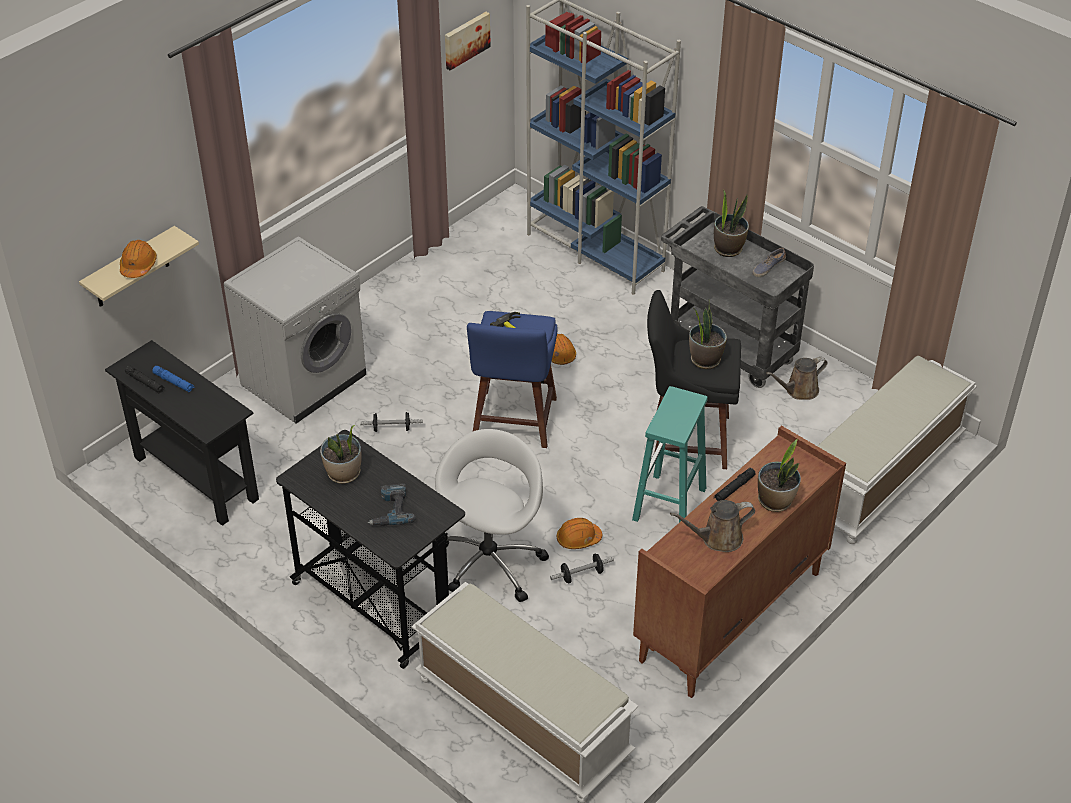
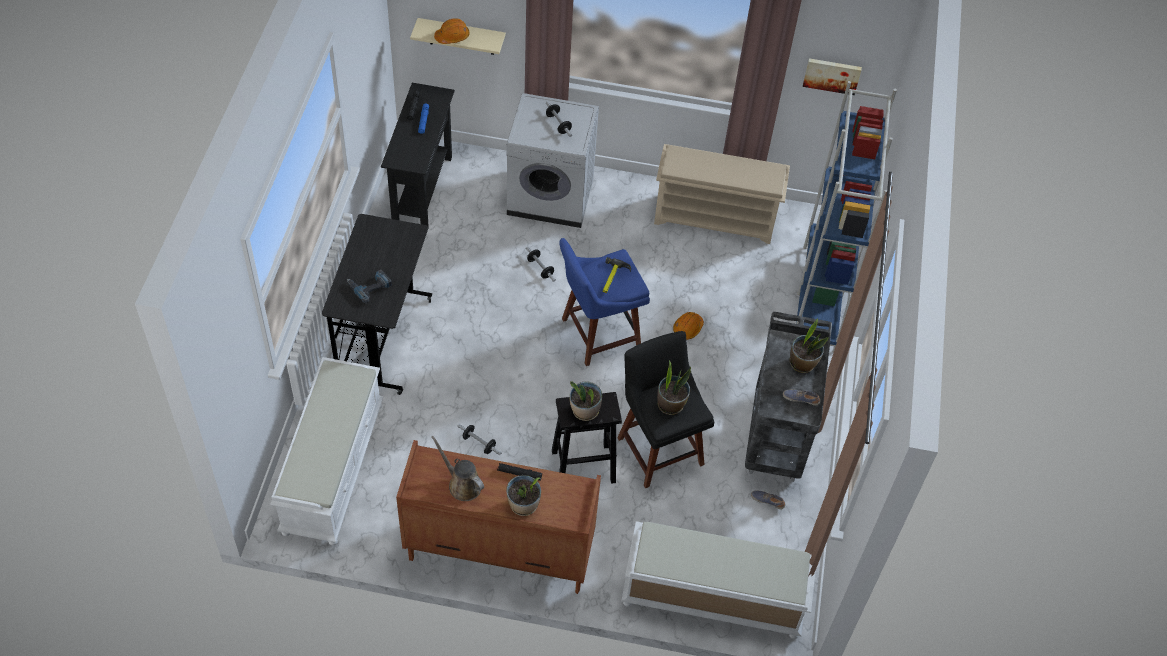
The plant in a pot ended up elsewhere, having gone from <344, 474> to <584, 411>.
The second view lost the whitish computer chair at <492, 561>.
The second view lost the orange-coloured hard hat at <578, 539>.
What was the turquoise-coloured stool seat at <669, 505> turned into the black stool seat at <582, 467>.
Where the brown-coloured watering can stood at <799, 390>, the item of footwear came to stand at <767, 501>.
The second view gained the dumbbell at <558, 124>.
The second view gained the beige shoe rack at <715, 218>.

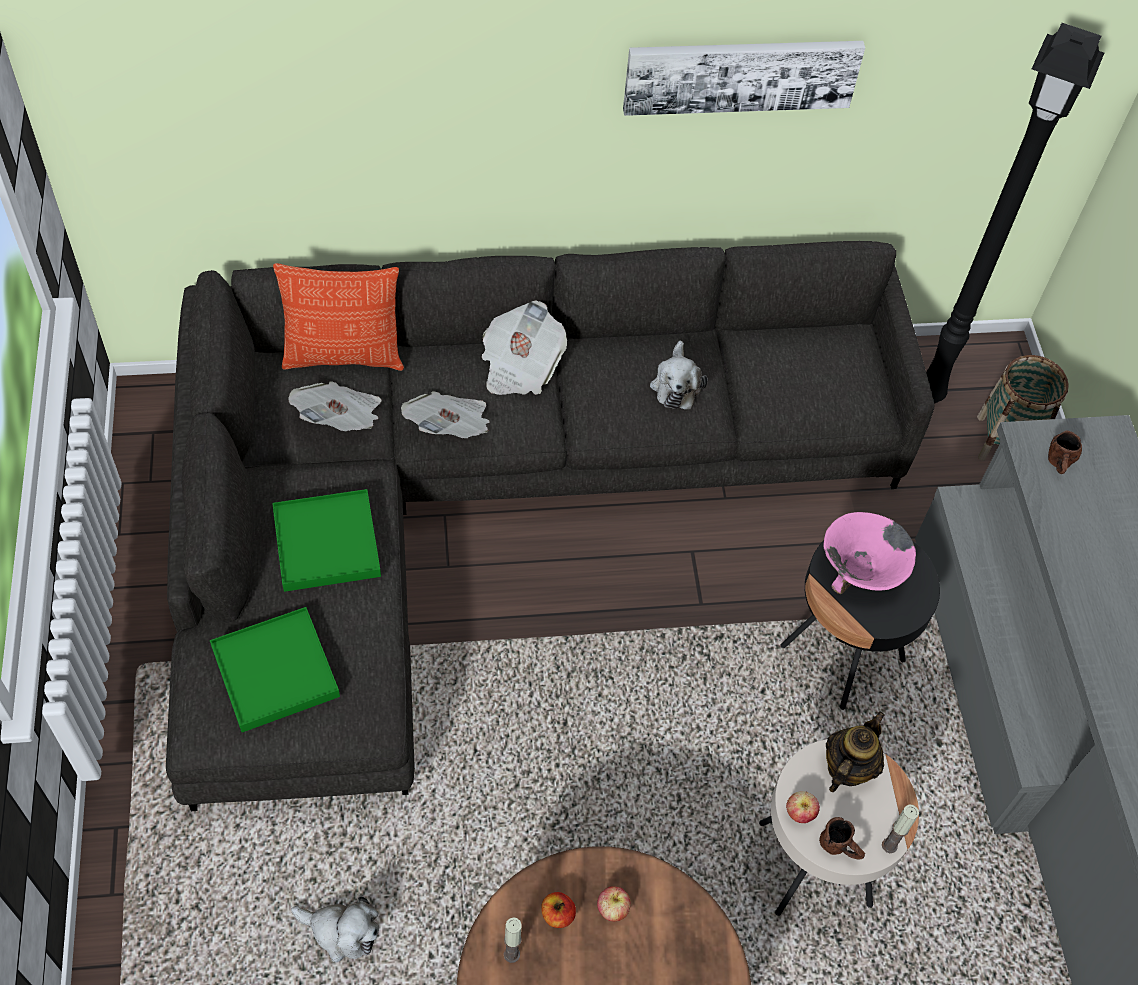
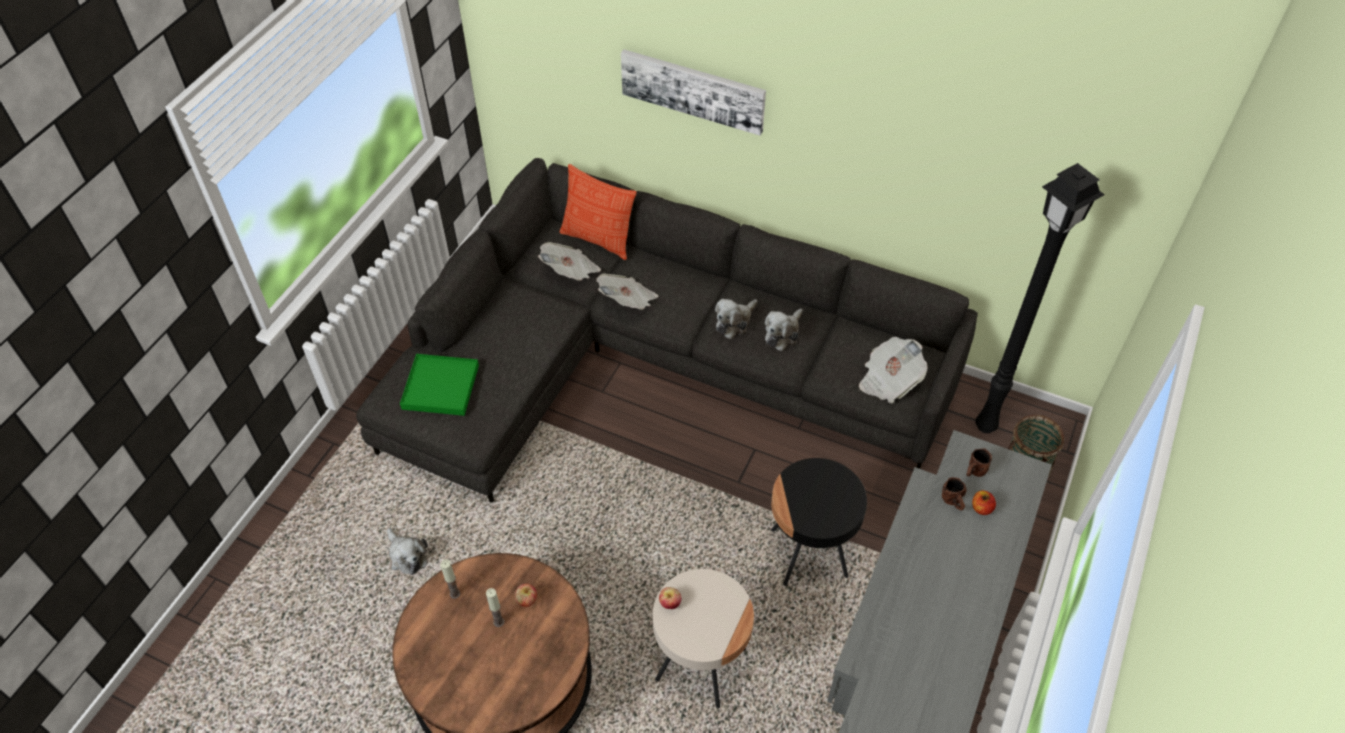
The second view lost the green-coloured serving tray at <327, 543>.
The newspaper ended up elsewhere, having gone from <519, 365> to <889, 380>.
The apple fruit ended up elsewhere, having gone from <557, 915> to <981, 508>.
The picture ended up elsewhere, having gone from <741, 74> to <693, 90>.
The brown-coloured mug ended up elsewhere, having gone from <840, 848> to <953, 503>.
The second view lost the pinkish bowl at <861, 570>.
The second view lost the teapot at <847, 768>.
The wax light ended up elsewhere, having gone from <889, 845> to <498, 622>.
The second view gained the cuddly toy at <734, 322>.

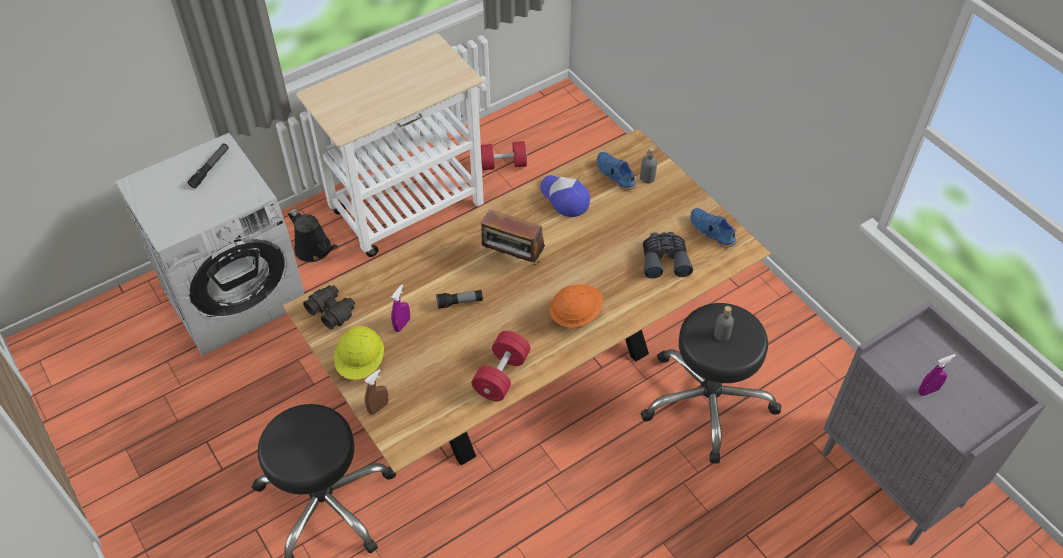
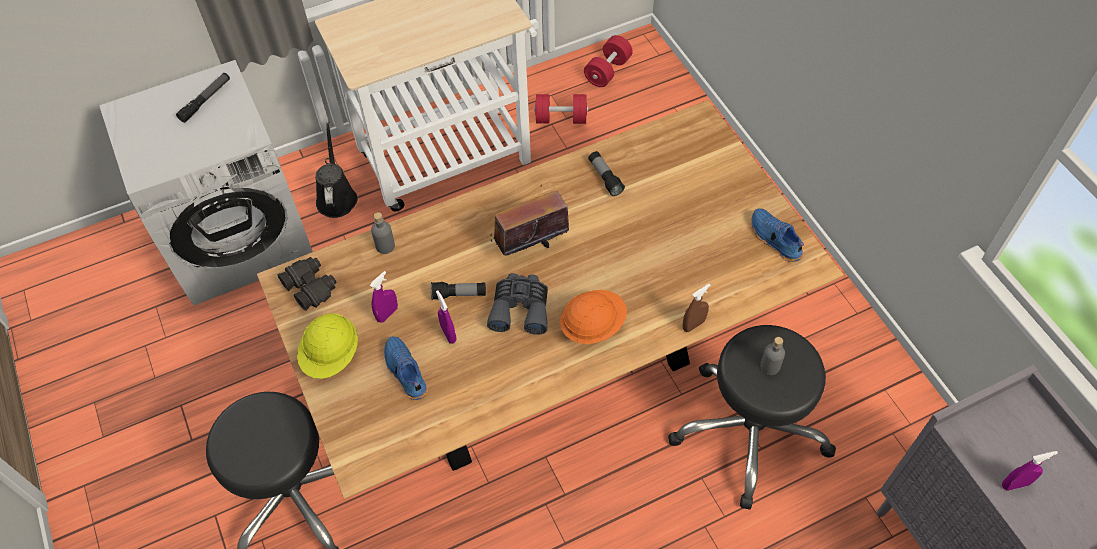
The black watering can at <315, 250> ended up facing another way, 150 degrees counterclockwise from before.
The brown-coloured spray bottle ended up elsewhere, having gone from <378, 407> to <693, 325>.
The reddish dumbbell ended up elsewhere, having gone from <501, 375> to <607, 71>.
The radio receiver at <512, 258> ended up facing another way, 120 degrees clockwise from before.
Where the peaked cap stood at <564, 198>, the hand torch came to stand at <605, 178>.
The bluish item of footwear ended up elsewhere, having gone from <614, 175> to <405, 372>.
The gray drink bottle ended up elsewhere, having gone from <647, 178> to <385, 246>.
The gray field glasses ended up elsewhere, having gone from <664, 259> to <520, 308>.
The second view gained the purple-coloured spray bottle at <448, 334>.

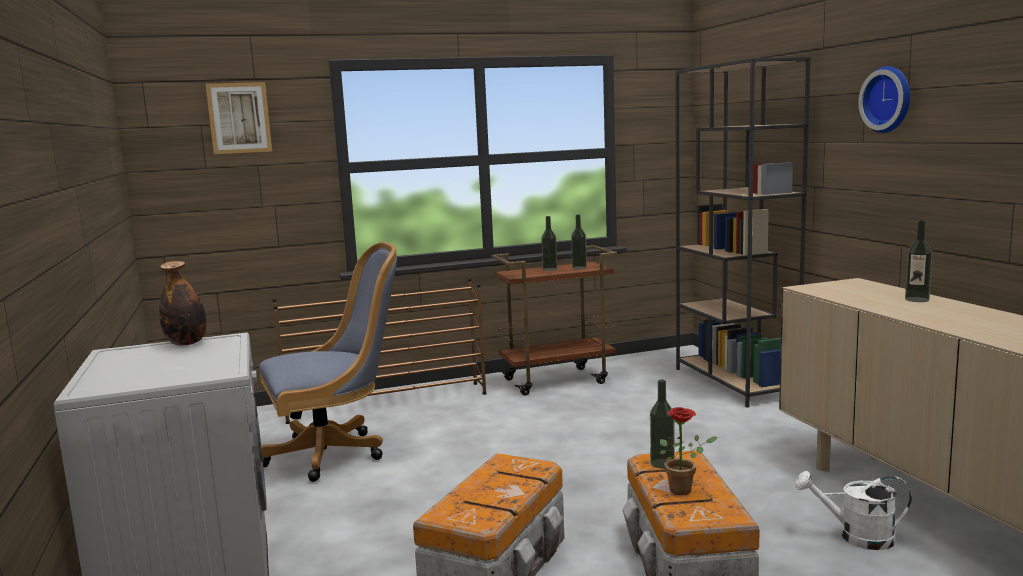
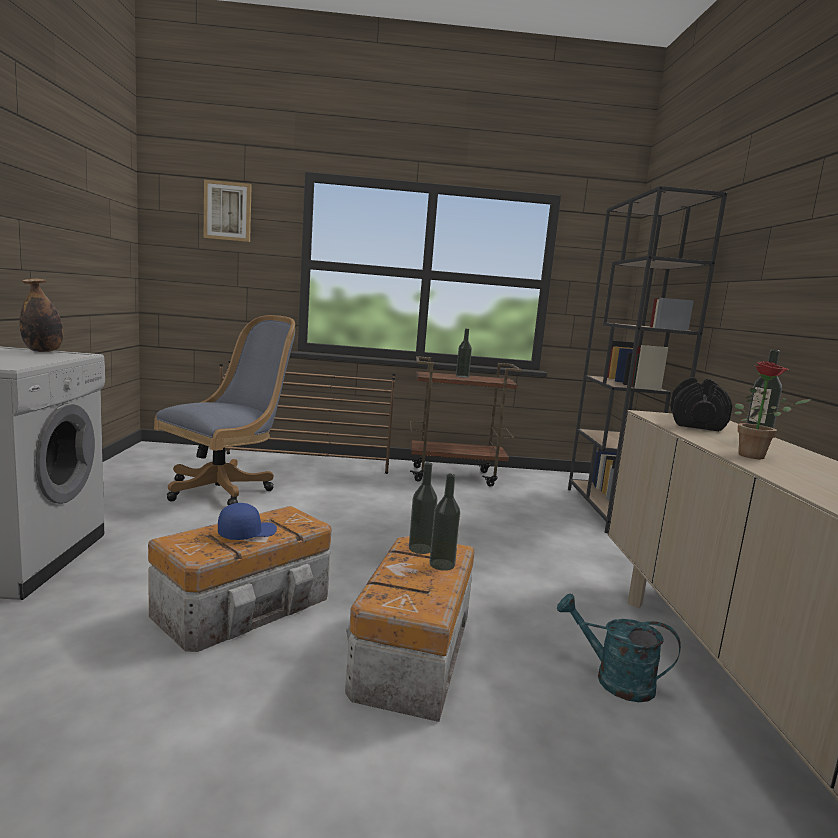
The bluish computer chair at <335, 453> ended up facing another way, 45 degrees counterclockwise from before.
The drink bottle ended up elsewhere, having gone from <579, 268> to <442, 564>.
The plant in a pot ended up elsewhere, having gone from <685, 489> to <757, 456>.
What was the whitish watering can at <856, 537> turned into the turquoise-coloured watering can at <613, 679>.
The second view lost the clock on the wall at <889, 99>.
The second view gained the bluish peaked cap at <247, 533>.
The second view gained the black dumbbell at <696, 423>.

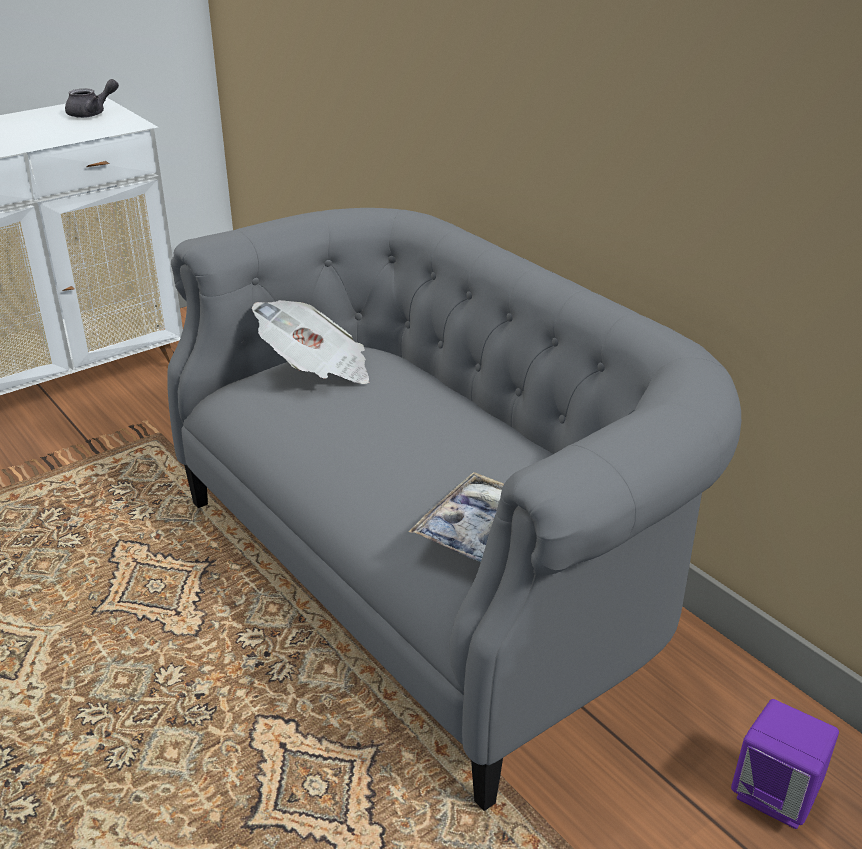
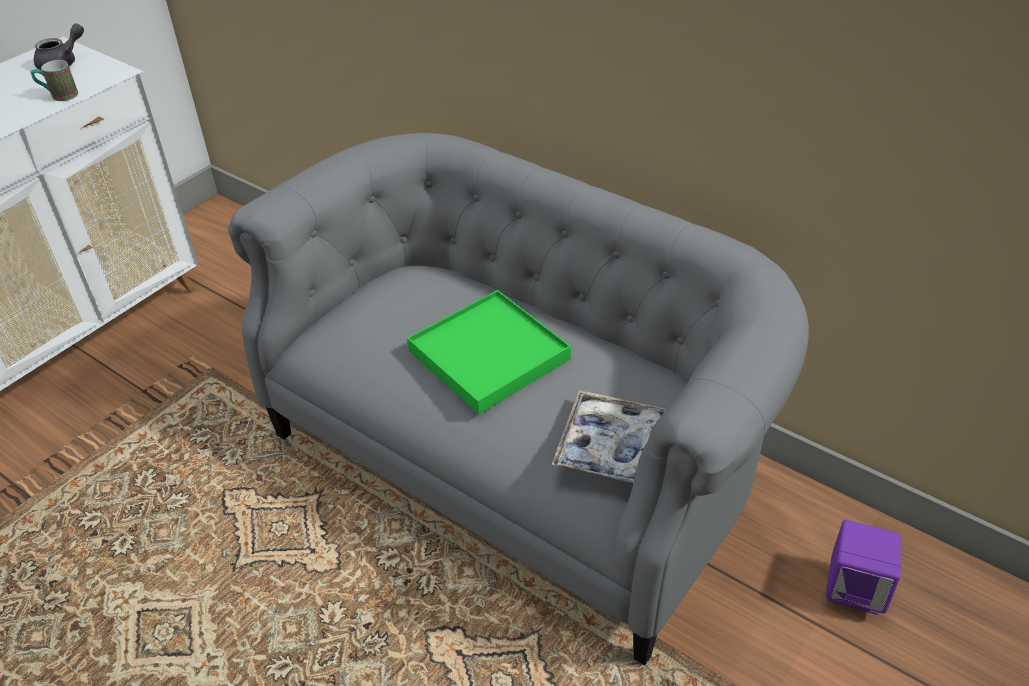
The second view lost the newspaper at <316, 369>.
The second view gained the mug at <59, 96>.
The second view gained the green-coloured serving tray at <489, 355>.

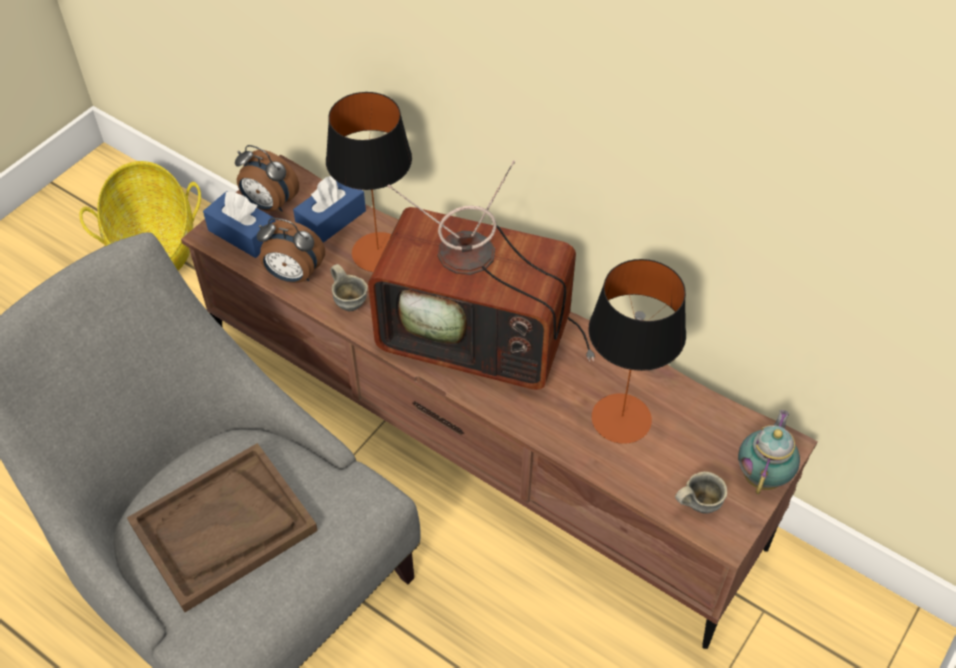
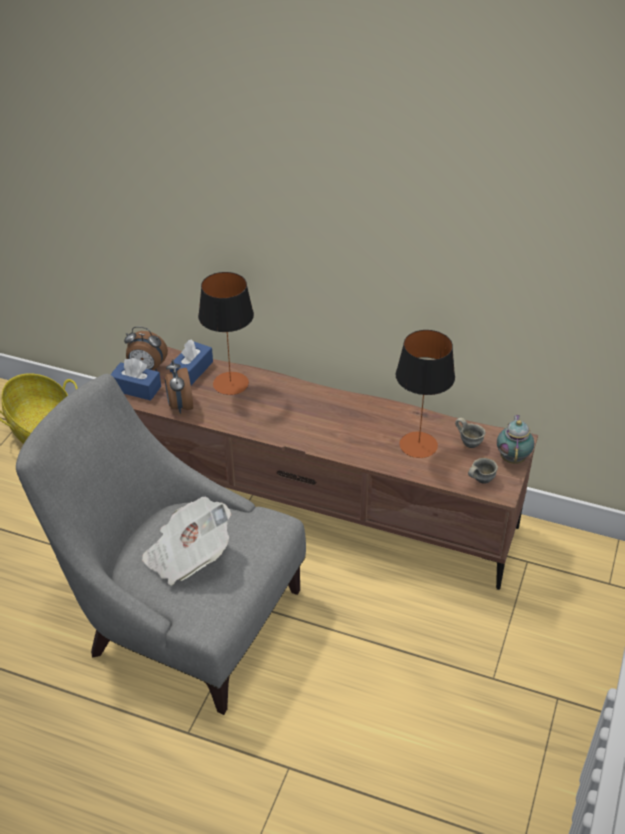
Where the brown-coloured serving tray stood at <223, 528>, the newspaper came to stand at <188, 556>.
The bedside clock at <293, 275> ended up facing another way, 75 degrees clockwise from before.
The gray mug ended up elsewhere, having gone from <350, 301> to <469, 442>.
The second view lost the TV set at <481, 337>.

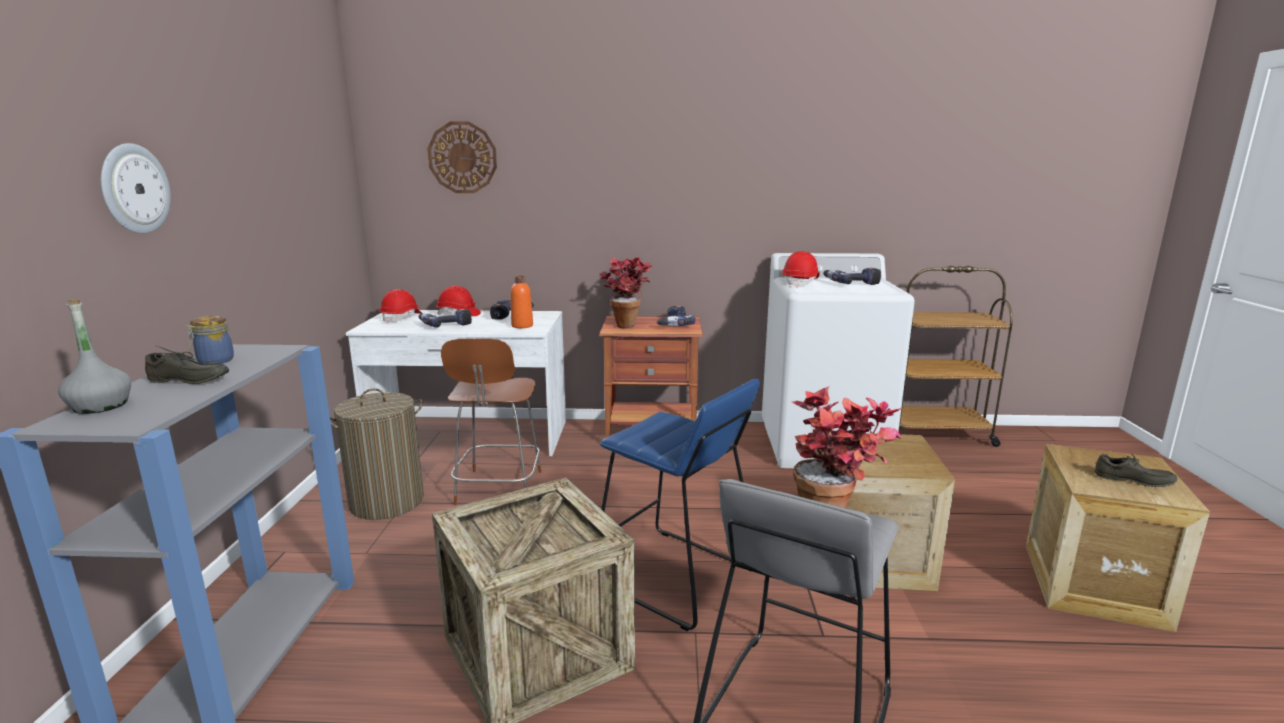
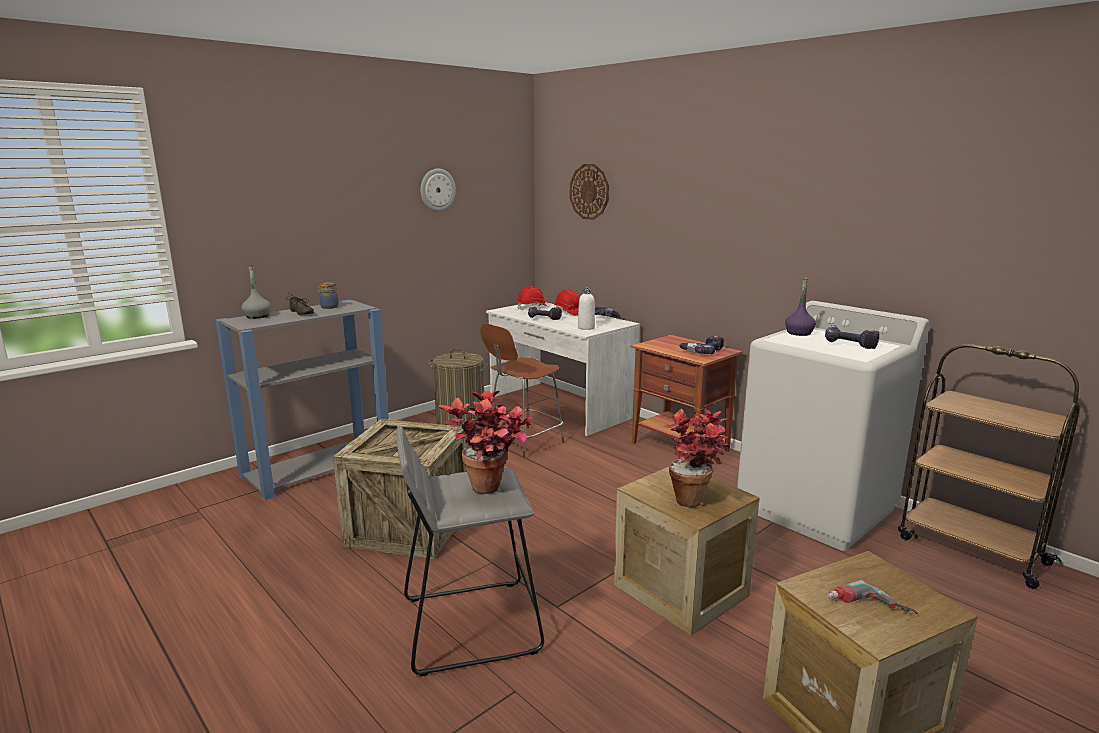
The clock on the wall ended up elsewhere, having gone from <134, 189> to <437, 190>.
What was the orange-coloured drink bottle at <522, 326> turned into the whitish drink bottle at <586, 328>.
The plant in a pot ended up elsewhere, having gone from <626, 324> to <695, 498>.
The second view lost the bluish stool seat at <674, 577>.
Where the reddish hard hat stood at <800, 283>, the purple-coloured drink bottle came to stand at <799, 333>.
Where the gray item of footwear stood at <1133, 481>, the electric drill came to stand at <869, 608>.

